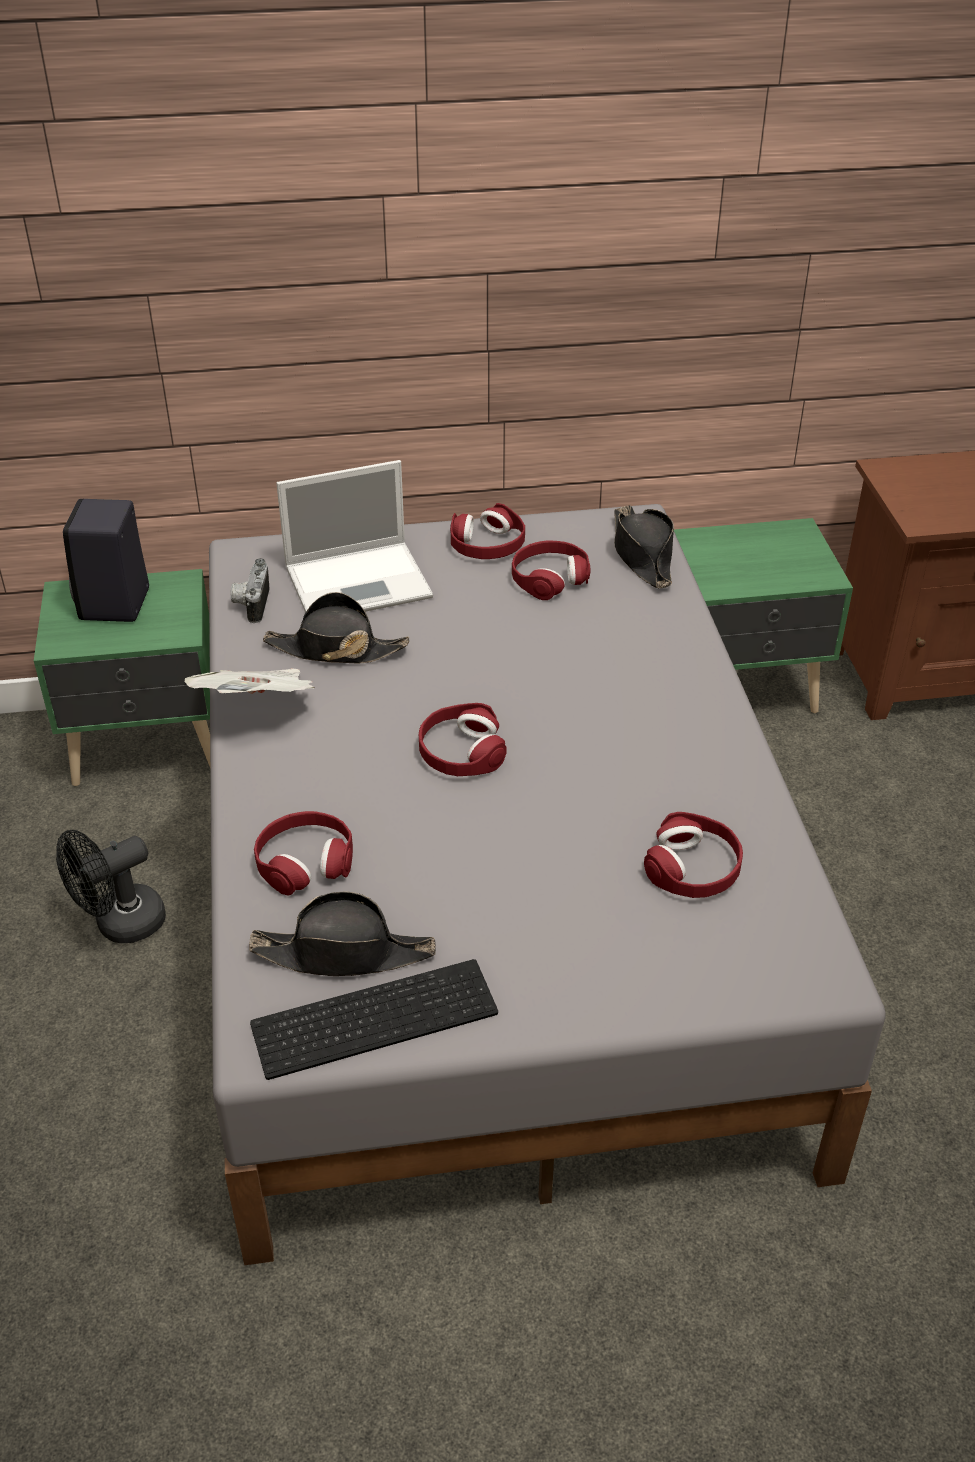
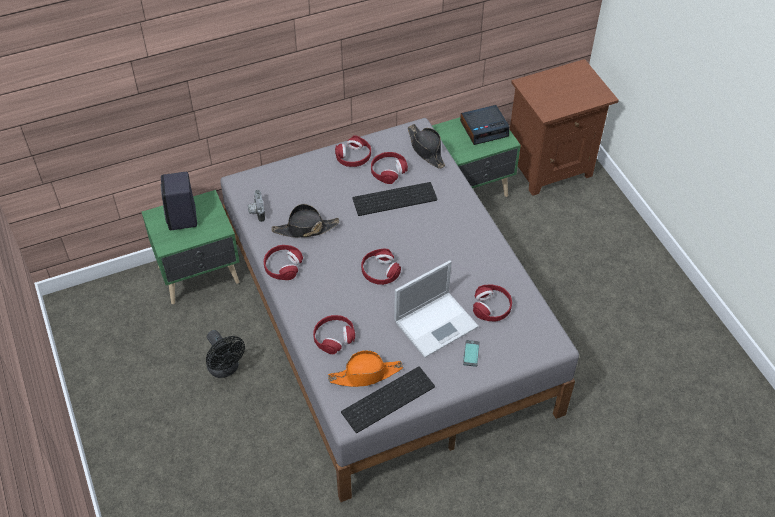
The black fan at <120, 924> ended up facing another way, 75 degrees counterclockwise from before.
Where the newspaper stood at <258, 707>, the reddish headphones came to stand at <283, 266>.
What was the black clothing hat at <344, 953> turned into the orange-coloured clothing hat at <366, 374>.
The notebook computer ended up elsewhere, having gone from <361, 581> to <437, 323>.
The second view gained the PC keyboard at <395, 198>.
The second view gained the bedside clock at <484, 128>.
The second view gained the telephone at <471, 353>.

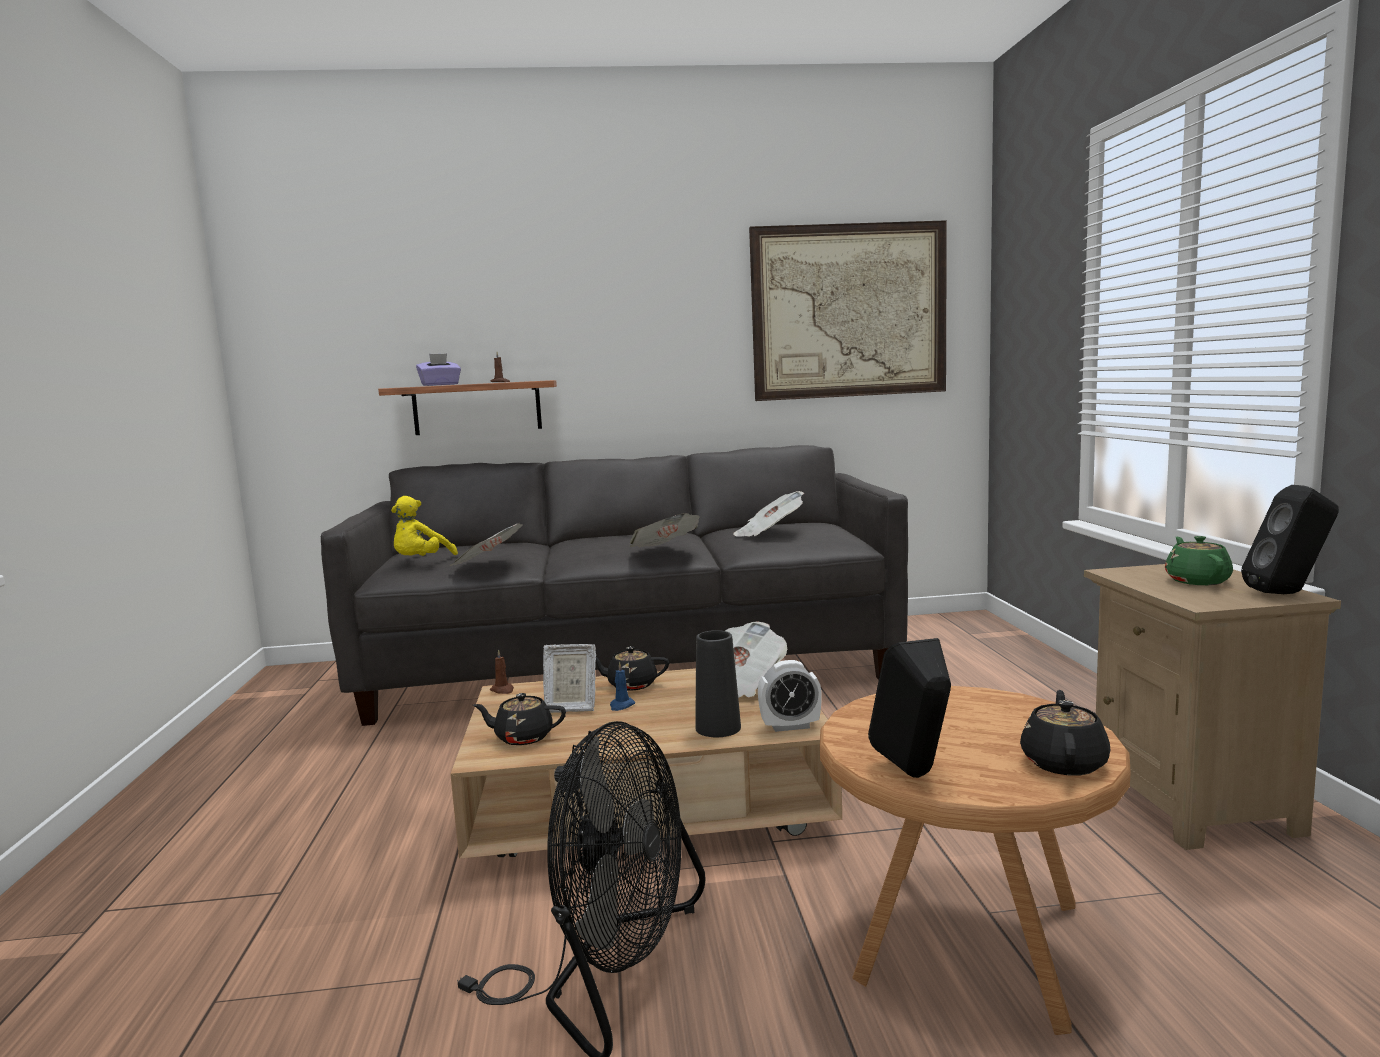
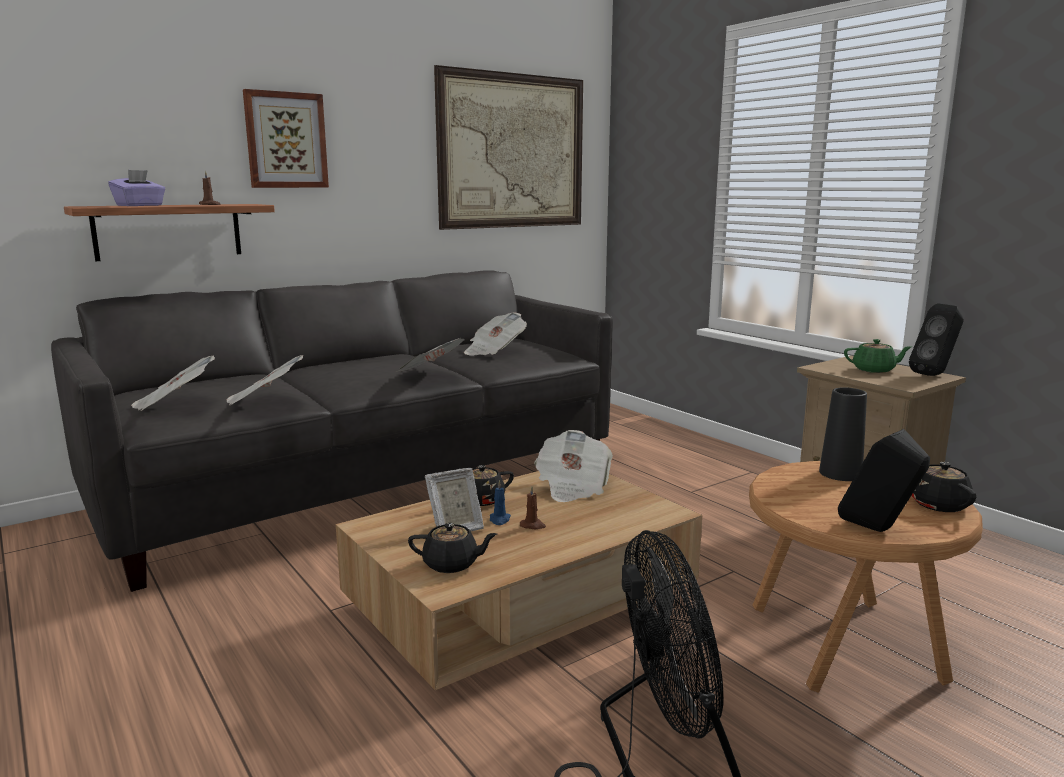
Where the yellow-coloured cuddly toy stood at <421, 562>, the newspaper came to stand at <174, 404>.
The black teapot at <522, 737> ended up facing another way, 150 degrees counterclockwise from before.
The brown-coloured wax light ended up elsewhere, having gone from <502, 690> to <533, 525>.
The black flower vase ended up elsewhere, having gone from <718, 728> to <840, 473>.
The second view lost the bedside clock at <790, 726>.
The green-coloured teapot at <1196, 581> ended up facing another way, 120 degrees clockwise from before.
The second view gained the picture at <286, 140>.

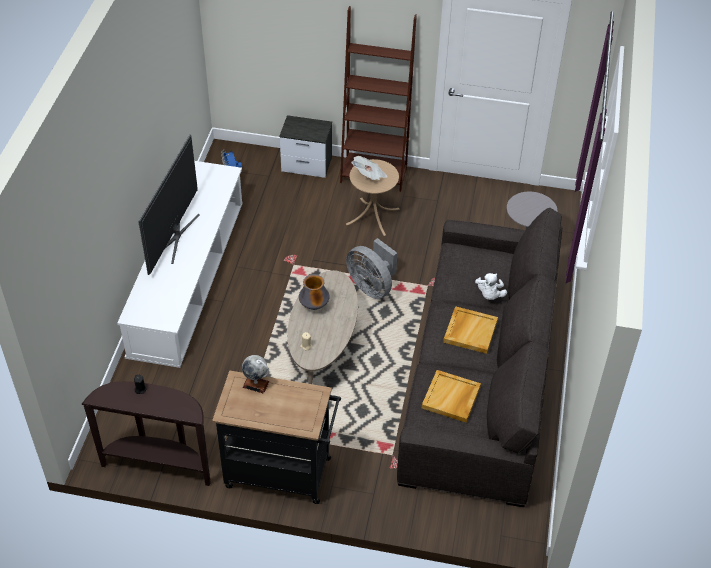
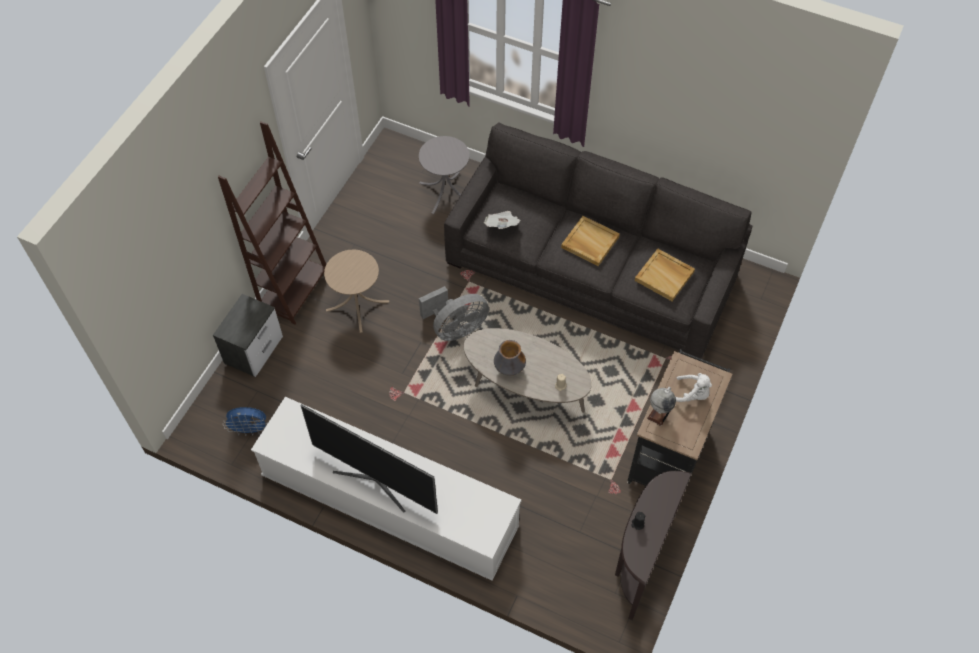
The newspaper ended up elsewhere, having gone from <369, 175> to <502, 225>.
The whitish cuddly toy ended up elsewhere, having gone from <489, 295> to <691, 394>.

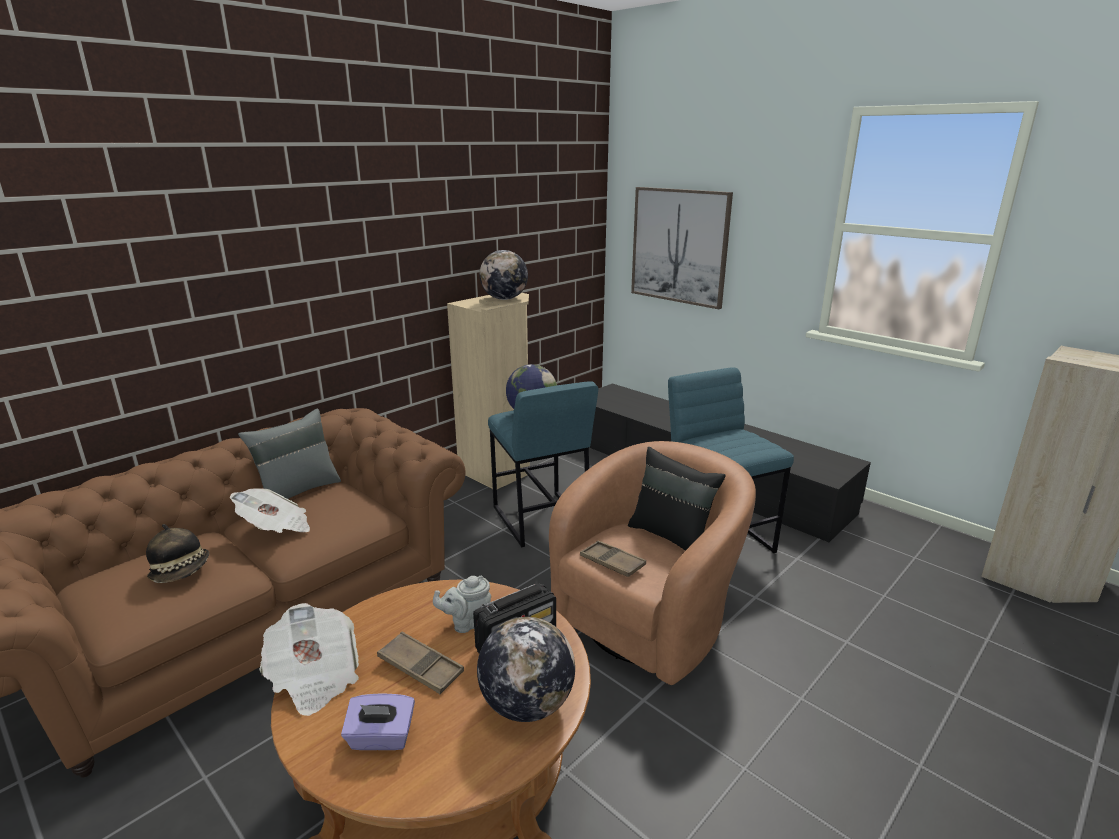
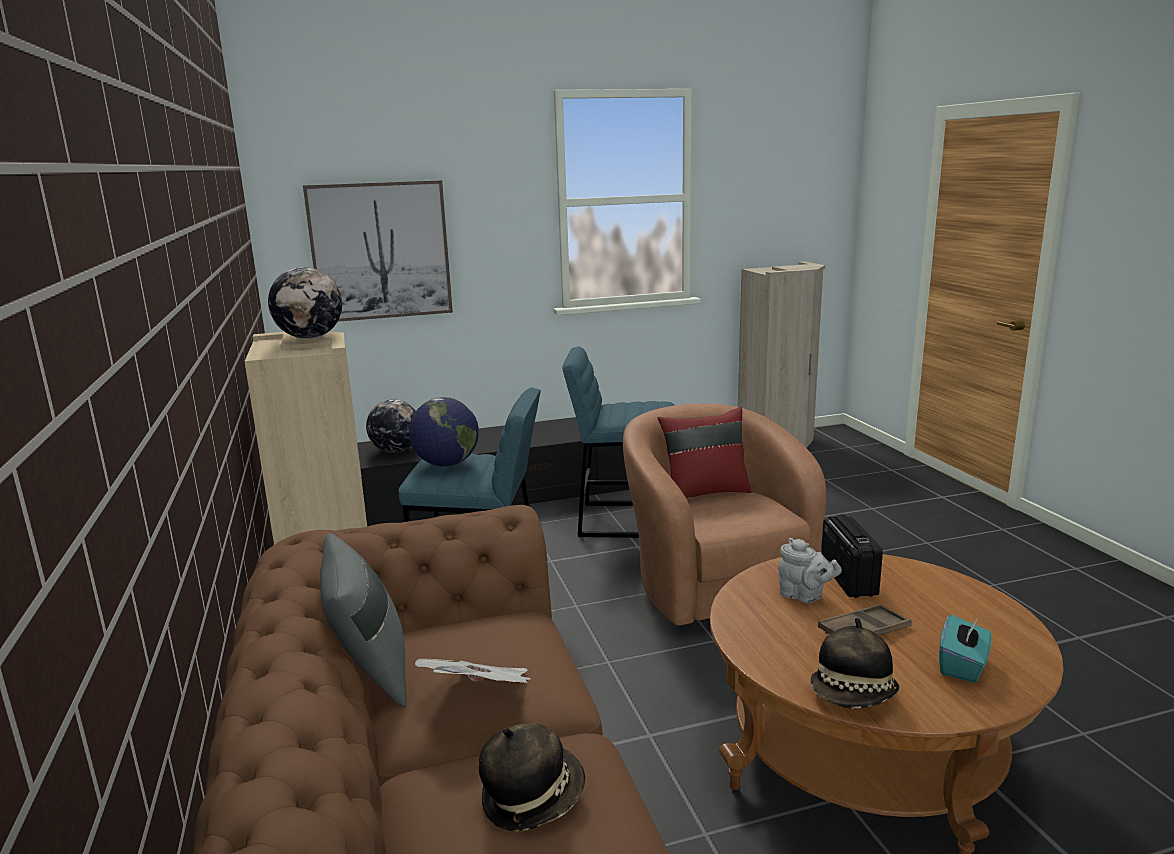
Where the newspaper stood at <314, 677>, the clothing hat came to stand at <854, 696>.
What was the purple-coloured tissue holder at <381, 738> turned into the turquoise-coloured tissue holder at <962, 666>.
The gray teapot at <467, 623> ended up facing another way, 60 degrees counterclockwise from before.
The world globe ended up elsewhere, having gone from <527, 705> to <396, 451>.
The second view lost the brown-coloured serving tray at <612, 563>.
What was the black cushion at <671, 536> turned into the reddish cushion at <704, 493>.

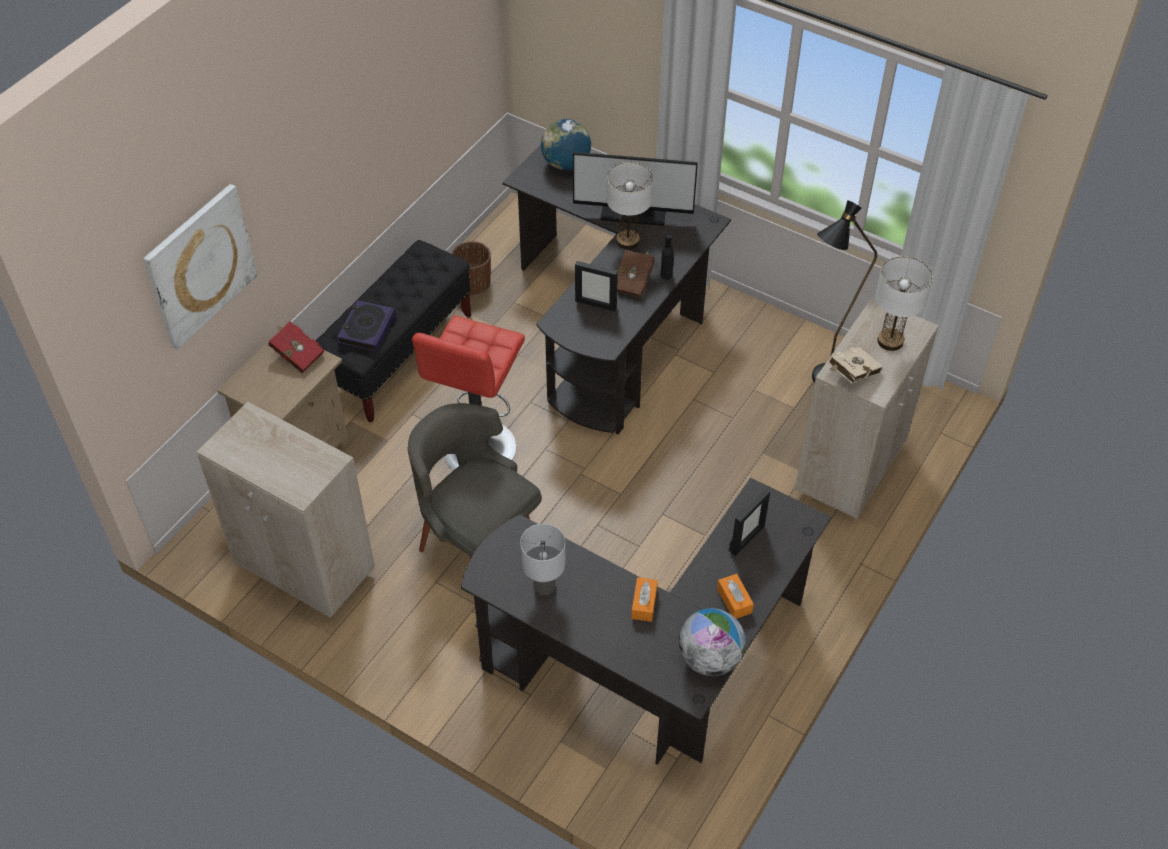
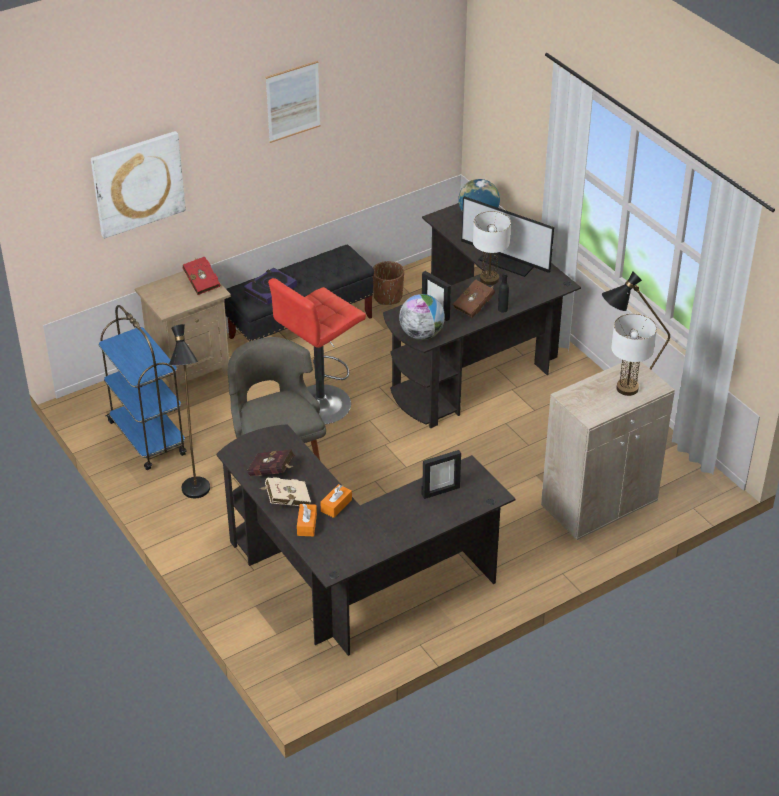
Where the beige cabinet stood at <303, 569>, the bluish trolley came to stand at <147, 440>.
Where the whitish table lamp stood at <543, 587>, the reddish bound book came to stand at <273, 472>.
The world globe ended up elsewhere, having gone from <709, 658> to <421, 334>.
The orange-coloured tissue holder ended up elsewhere, having gone from <734, 601> to <307, 525>.
The beige bound book ended up elsewhere, having gone from <850, 374> to <286, 500>.
The second view gained the black floor lamp at <197, 496>.
The second view gained the picture at <293, 101>.

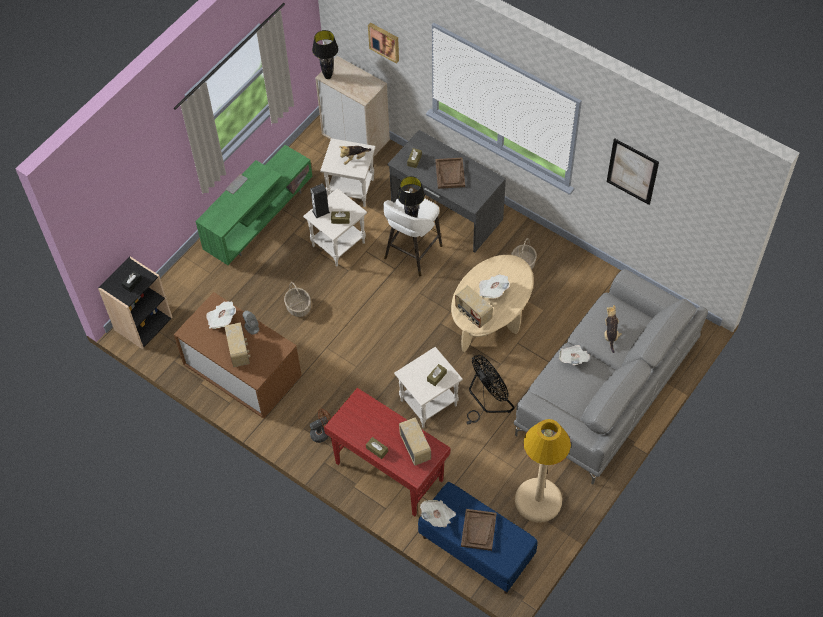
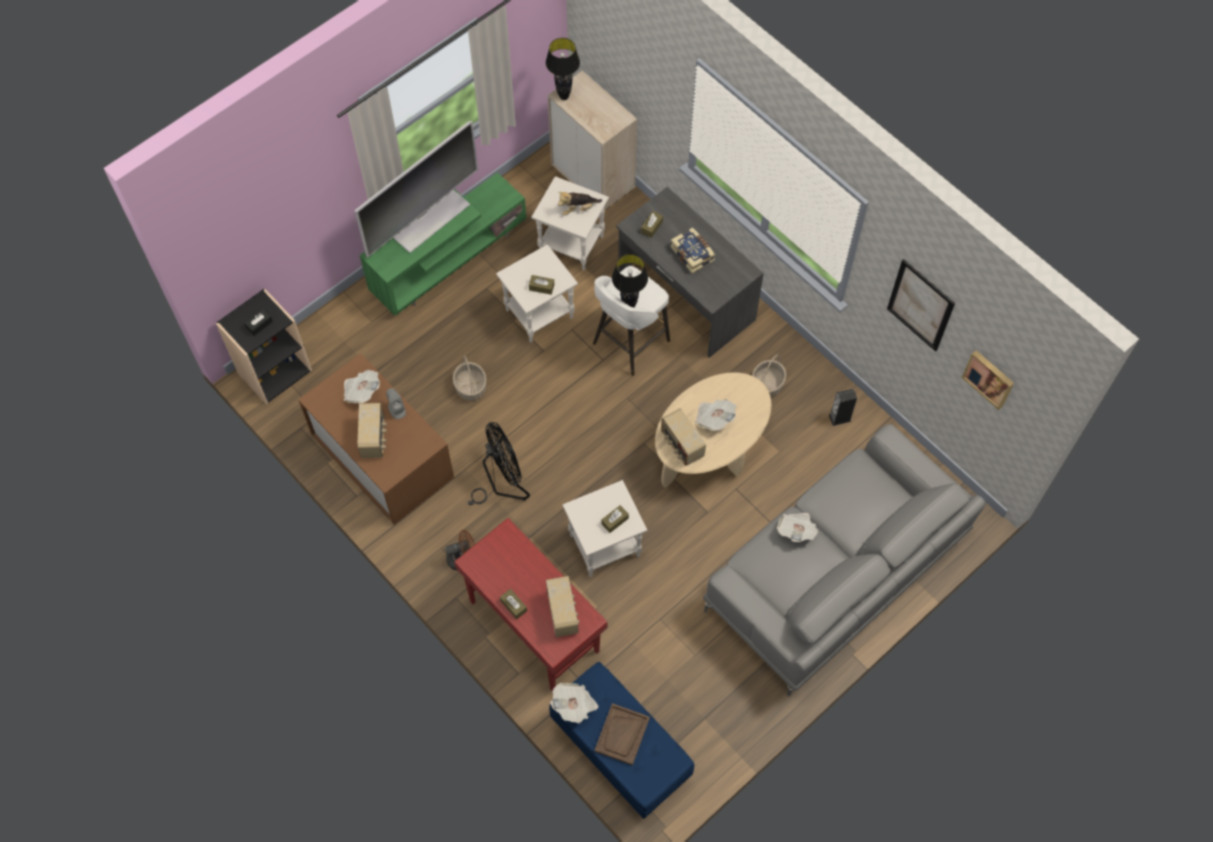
The loudspeaker ended up elsewhere, having gone from <321, 211> to <840, 418>.
The picture ended up elsewhere, having gone from <384, 41> to <989, 378>.
Where the brown-coloured serving tray stood at <450, 174>, the bound book came to stand at <693, 254>.
The black fan ended up elsewhere, having gone from <485, 399> to <500, 477>.
The second view lost the beige floor lamp at <538, 500>.
The second view lost the cuddly toy at <610, 334>.
The second view gained the TV set at <430, 220>.

